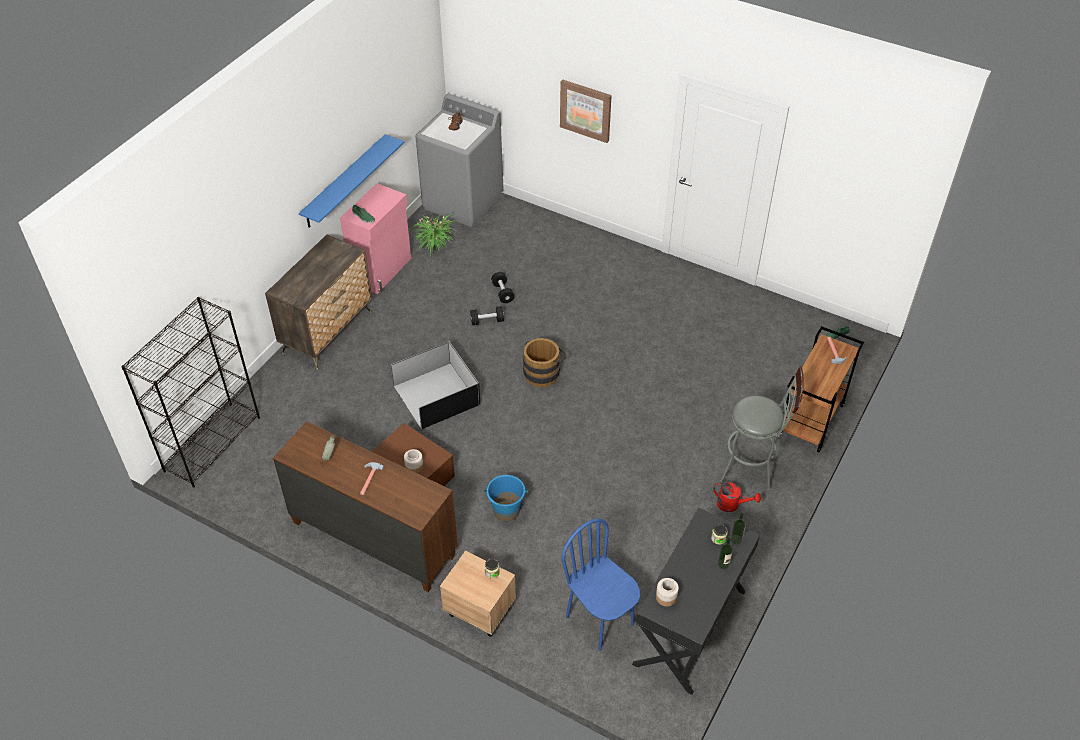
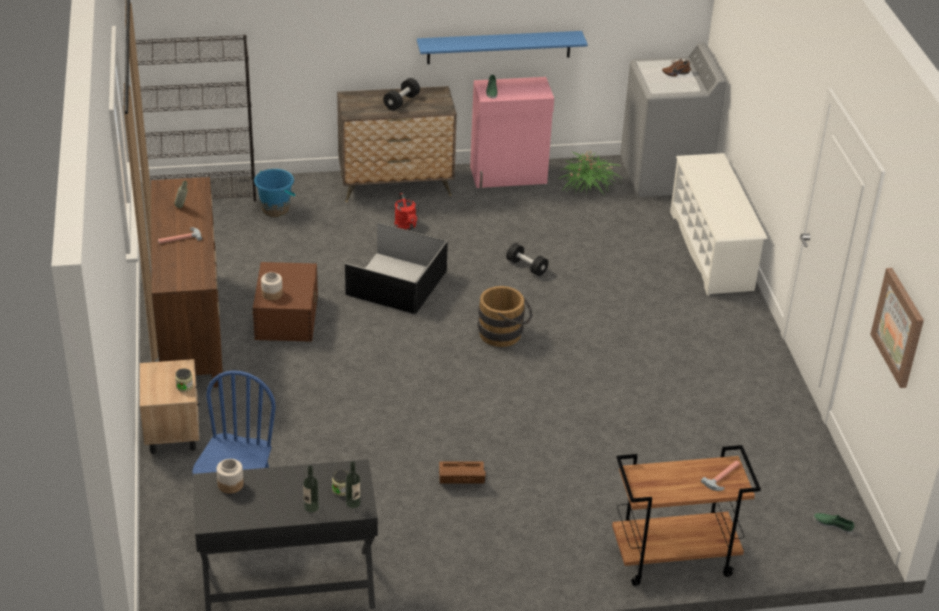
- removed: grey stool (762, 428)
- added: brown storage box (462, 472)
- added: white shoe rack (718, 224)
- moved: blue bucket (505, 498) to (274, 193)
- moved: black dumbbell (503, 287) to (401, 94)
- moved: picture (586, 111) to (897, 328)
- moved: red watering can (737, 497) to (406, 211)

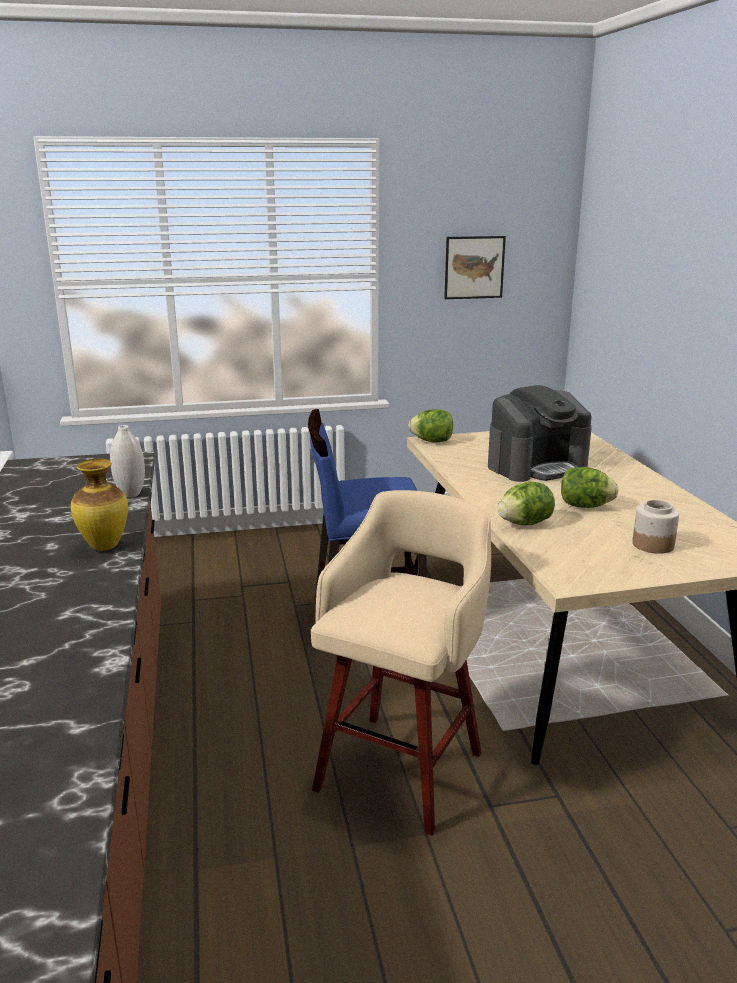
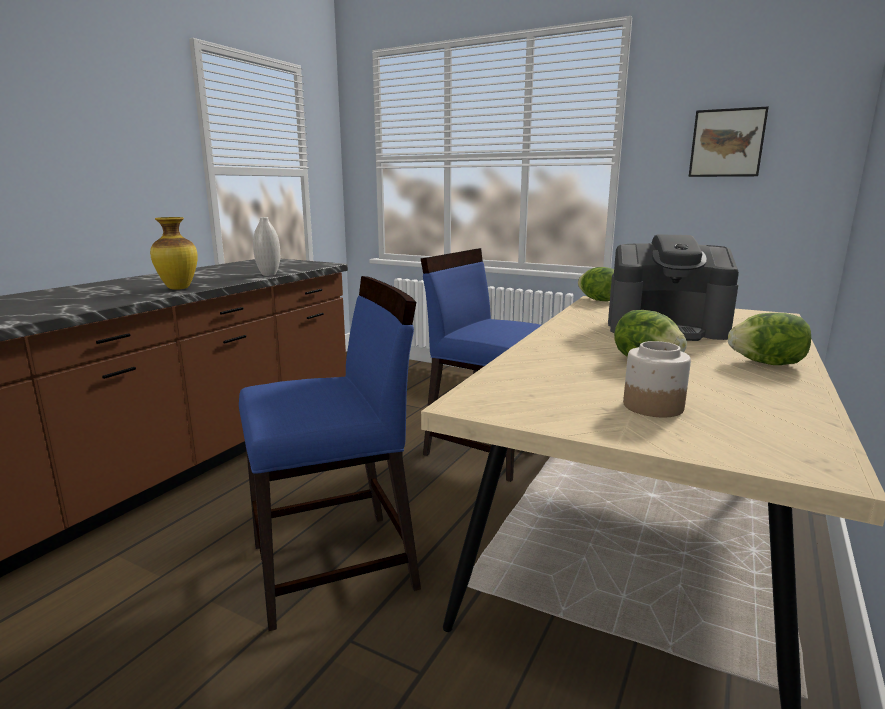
- moved: lettuce (526, 503) to (769, 339)
- replaced: beige stool (401, 663) to blue chair (330, 453)

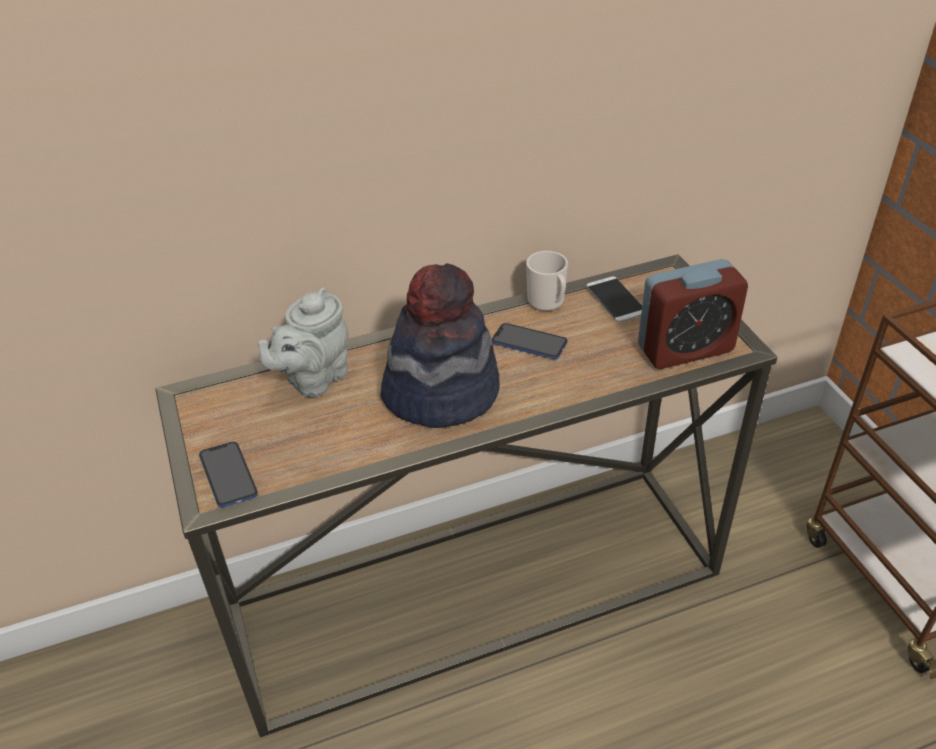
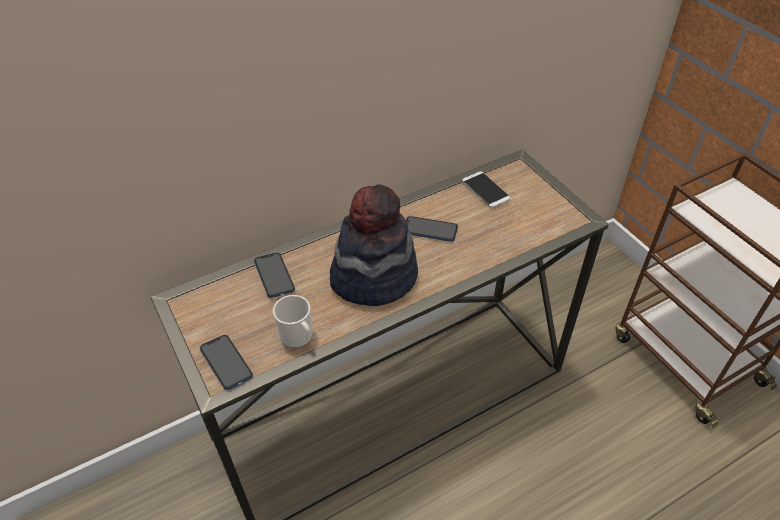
- removed: alarm clock (693, 314)
- moved: mug (547, 281) to (292, 321)
- replaced: grey teapot (302, 342) to phone (274, 275)

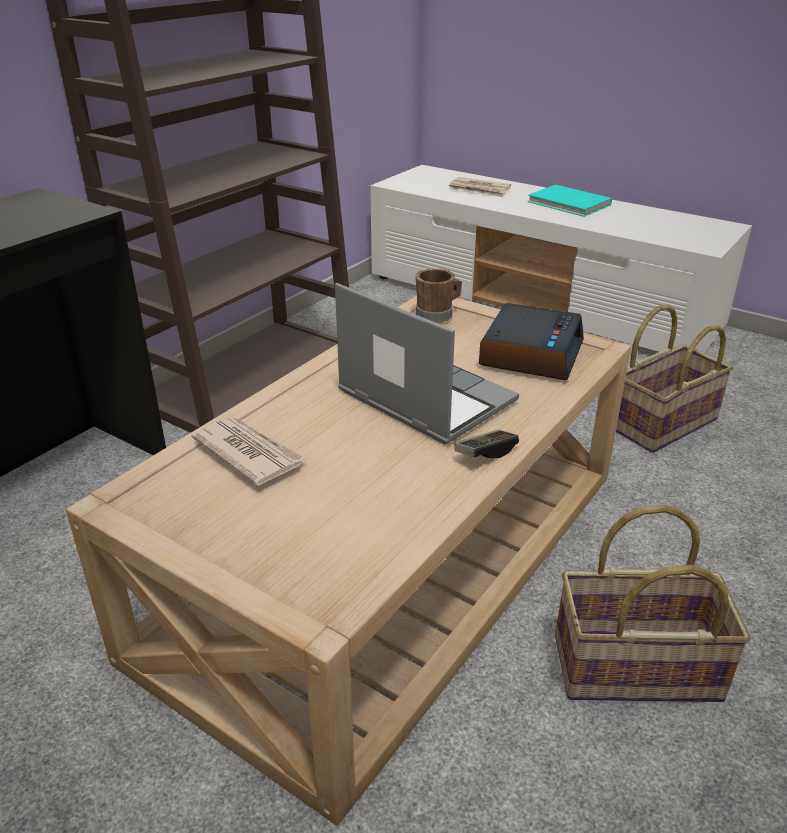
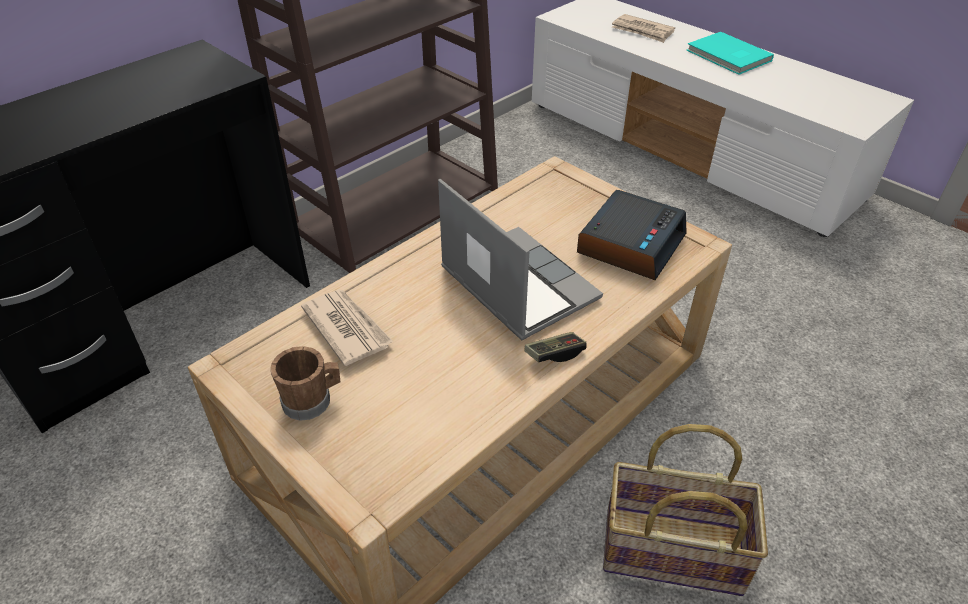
- removed: basket (674, 378)
- moved: brown mug (439, 295) to (305, 383)

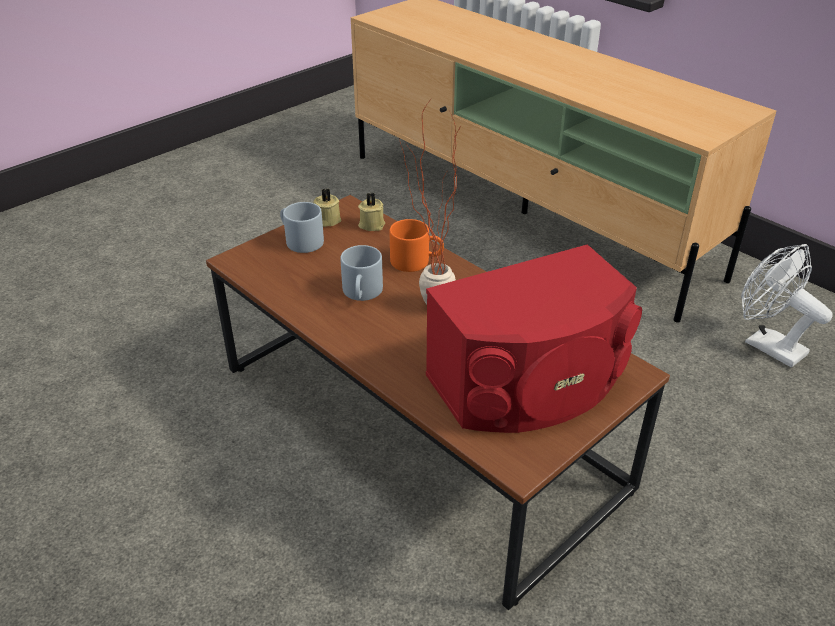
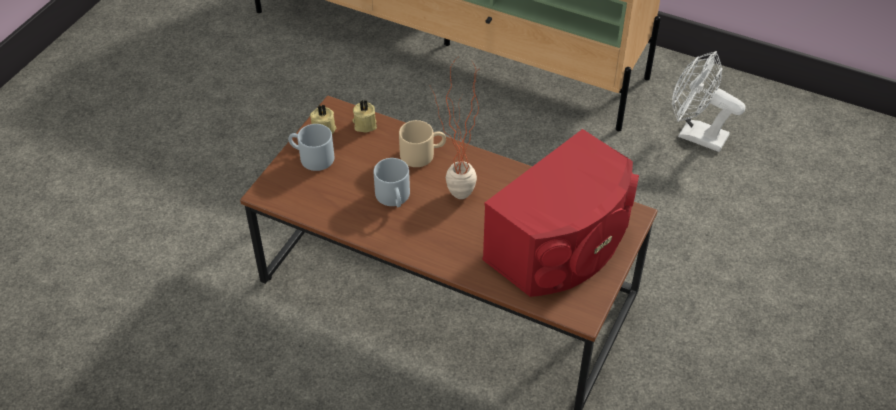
- recoloured: orange mug (417, 245) to beige mug (422, 143)

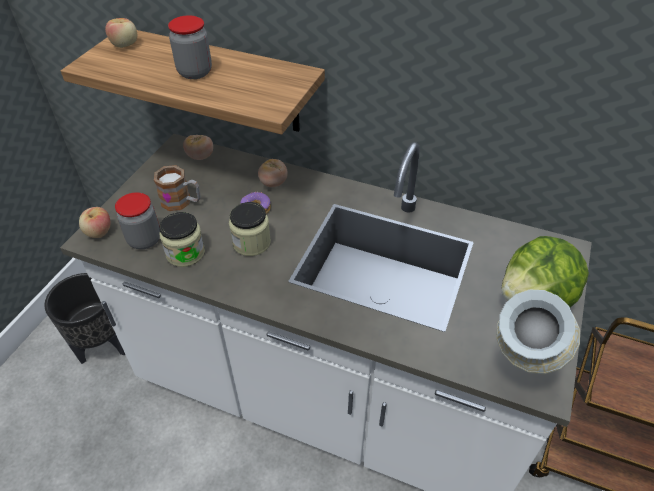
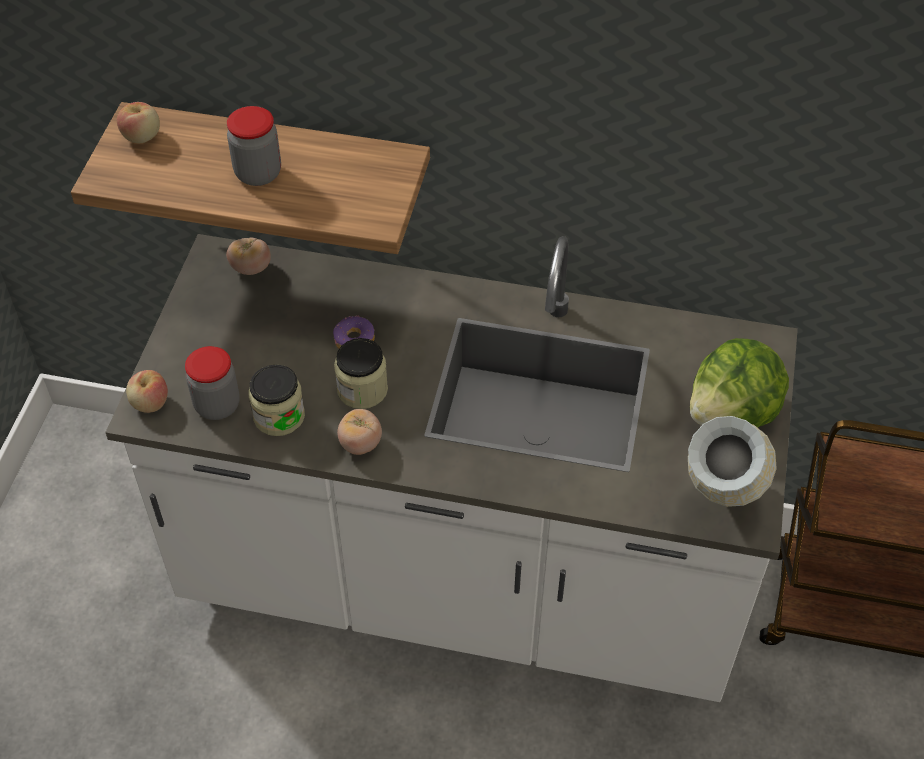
- removed: black planter (85, 318)
- removed: mug (177, 188)
- moved: tomato (273, 173) to (359, 432)

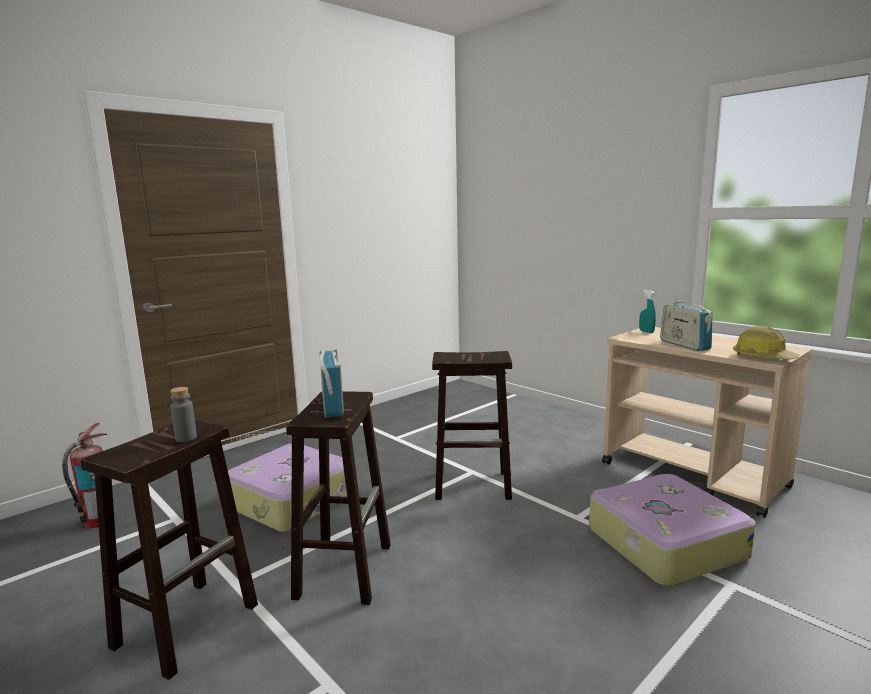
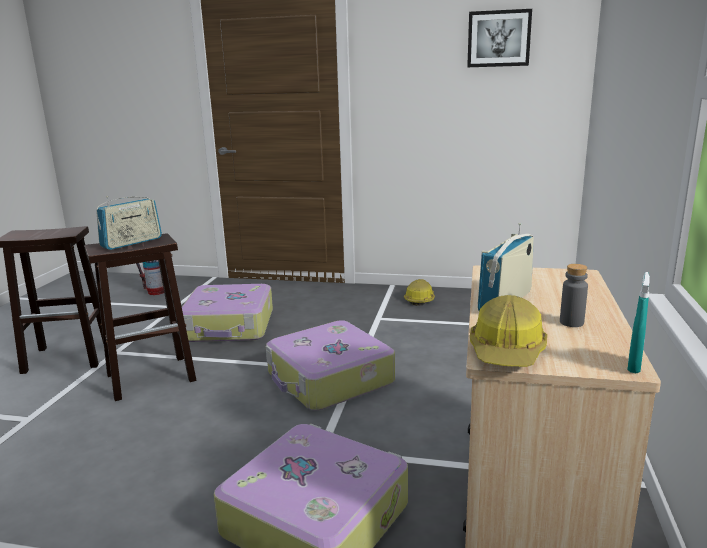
- added: hard hat (419, 292)
- added: picture (499, 38)
- moved: grey bottle (183, 414) to (574, 295)
- moved: turquoise spray bottle (647, 311) to (638, 322)
- replaced: brown stool (472, 425) to suitcase (330, 365)

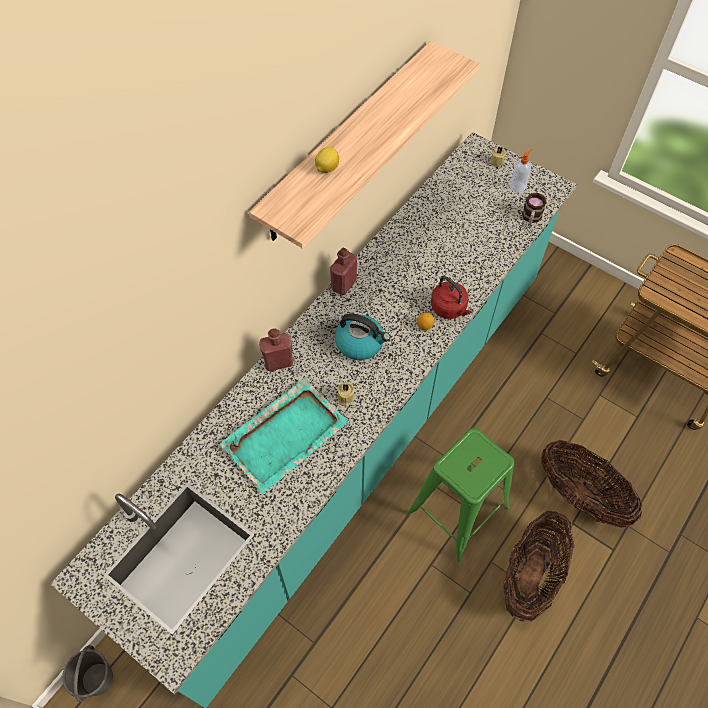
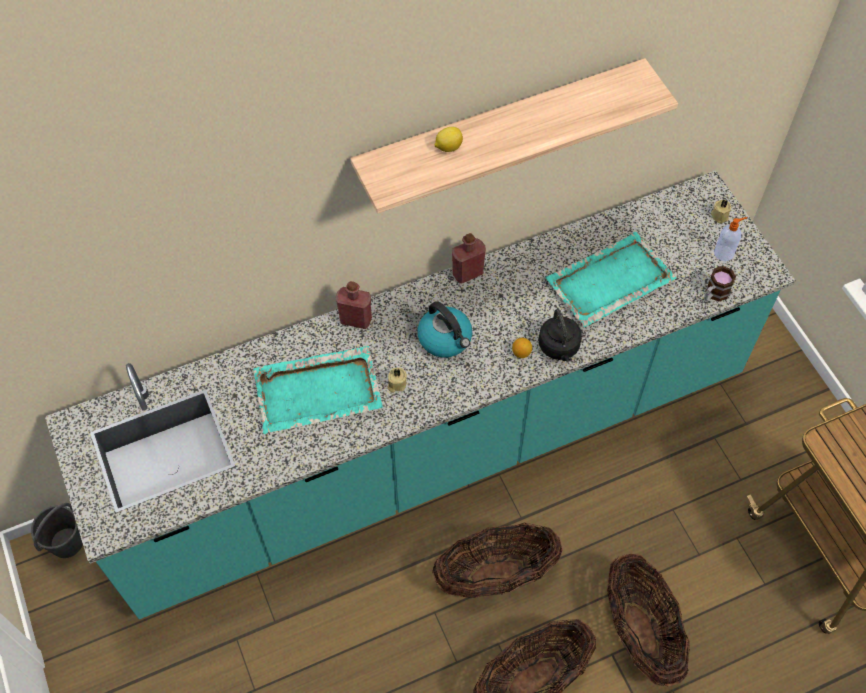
- added: turquoise tray (611, 279)
- replaced: green stool (460, 495) to basket (497, 560)
- recoloured: red kettle (451, 297) to black kettle (560, 335)

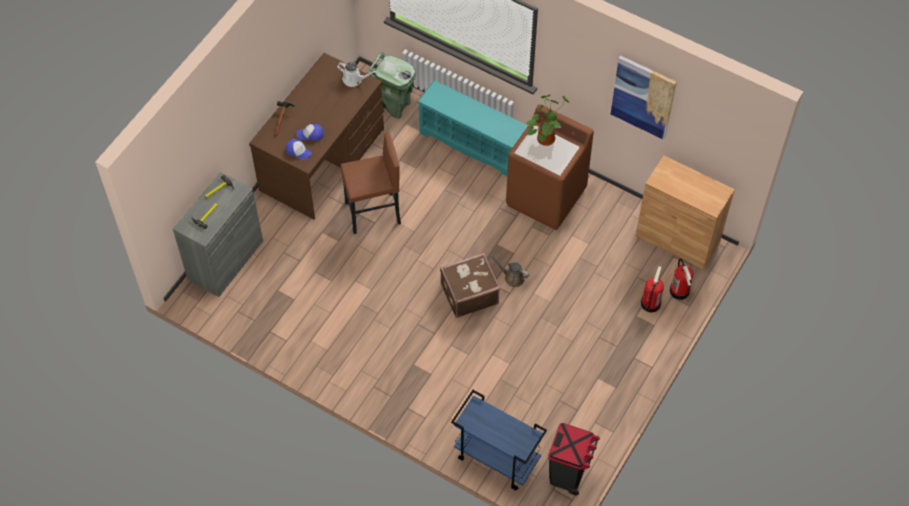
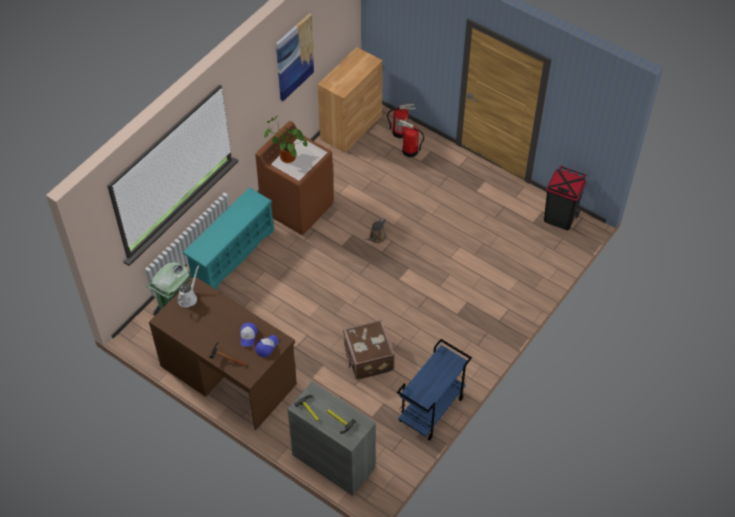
- removed: brown stool (371, 183)
- moved: brown suitcase (470, 285) to (369, 350)
- moved: blue cart (499, 440) to (434, 390)

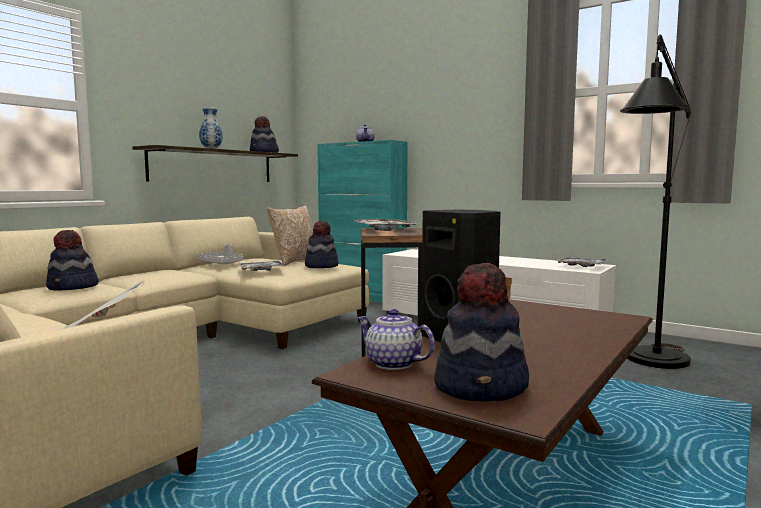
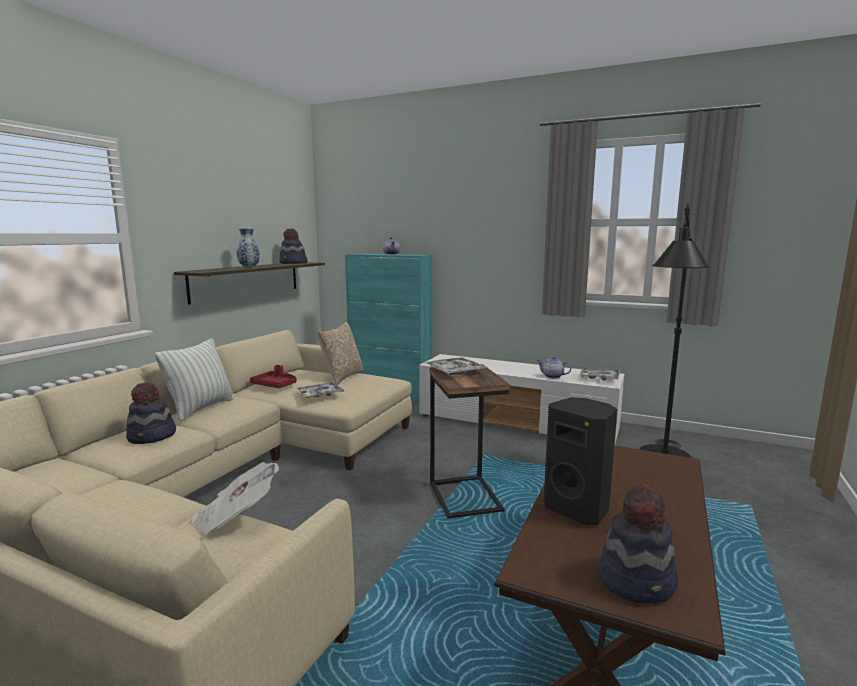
- removed: hat (322, 244)
- added: pillow (194, 380)
- moved: teapot (396, 339) to (554, 367)
- recoloured: grey tray (219, 254) to red tray (273, 376)

